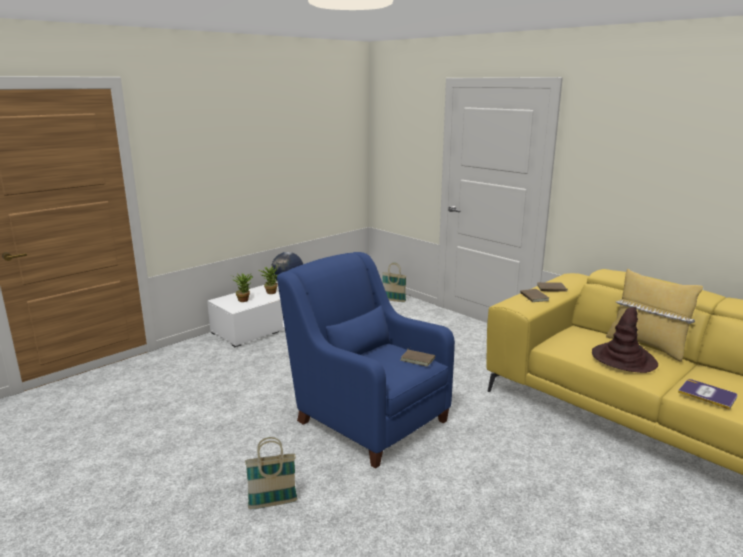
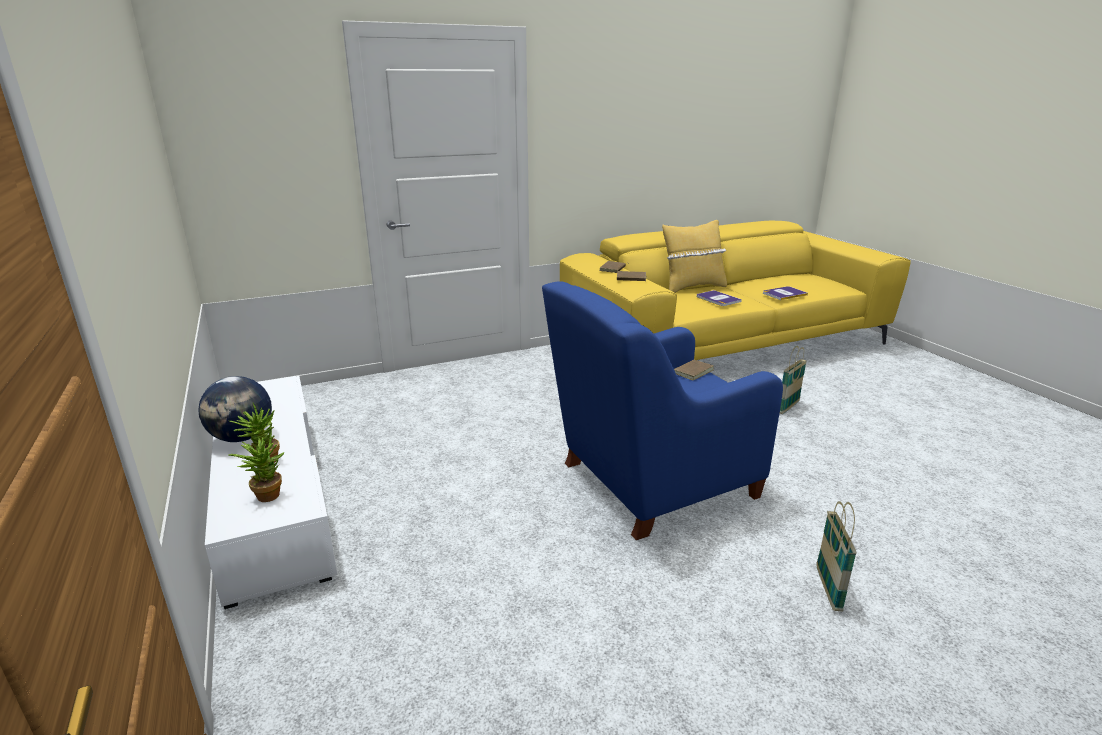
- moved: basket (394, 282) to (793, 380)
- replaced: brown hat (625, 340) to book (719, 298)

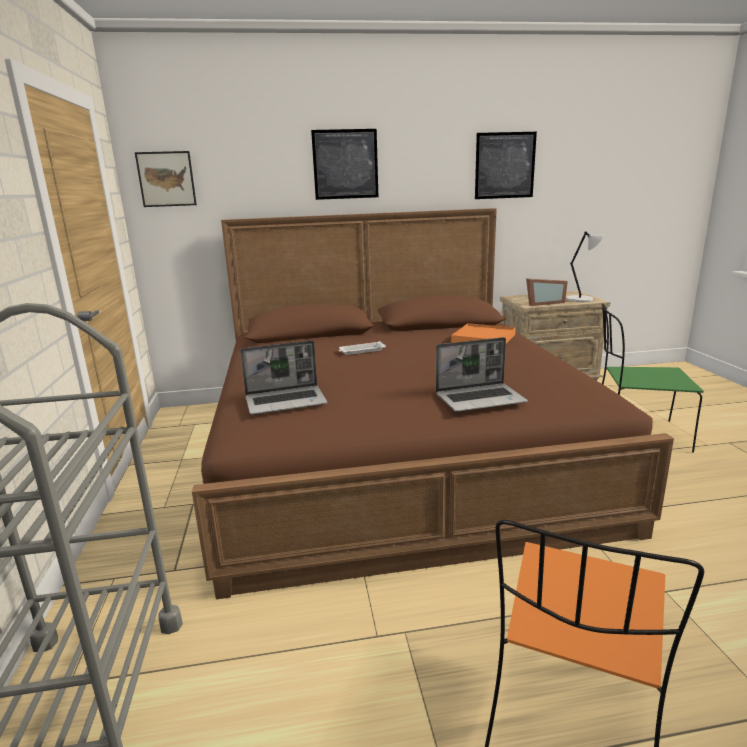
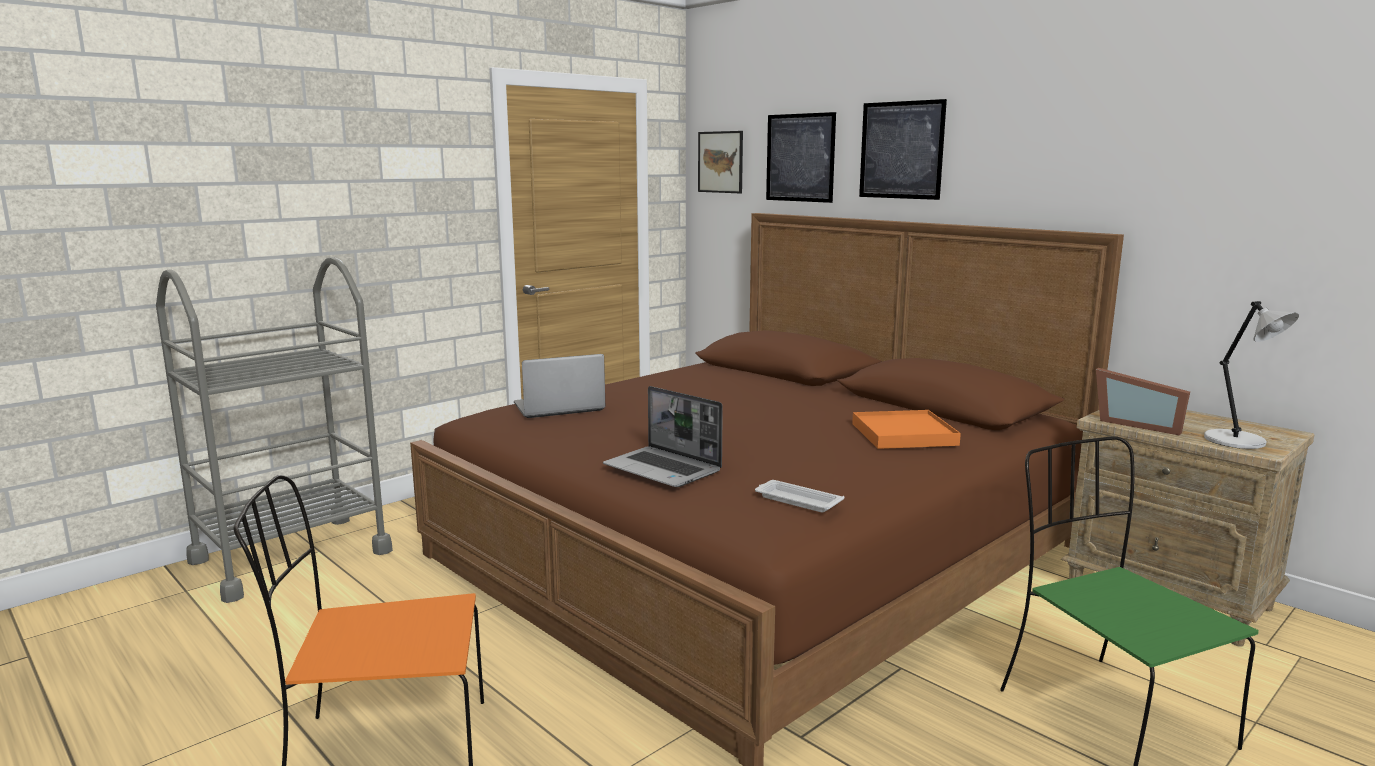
- moved: white tray (362, 348) to (799, 496)
- moved: picture (506, 165) to (801, 157)
- turned: laptop (284, 377) = (559, 386) 120 degrees clockwise

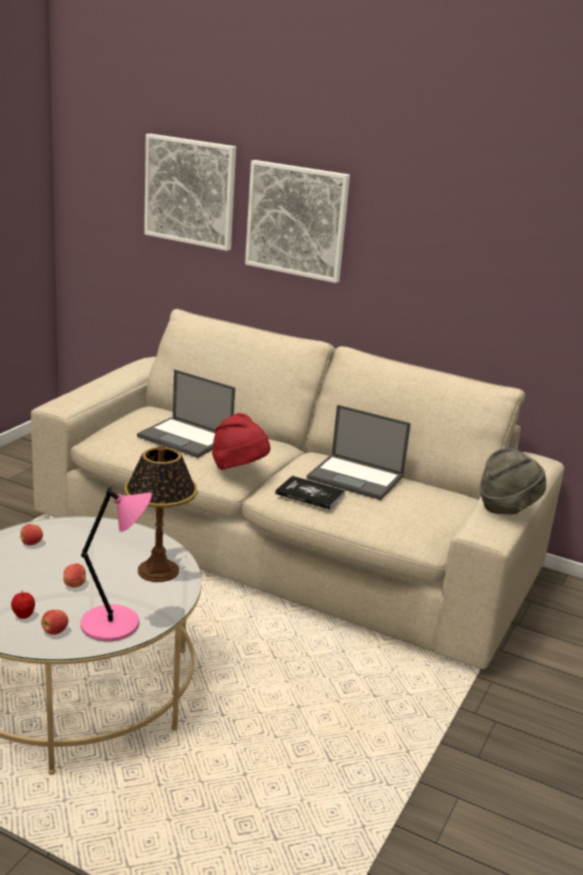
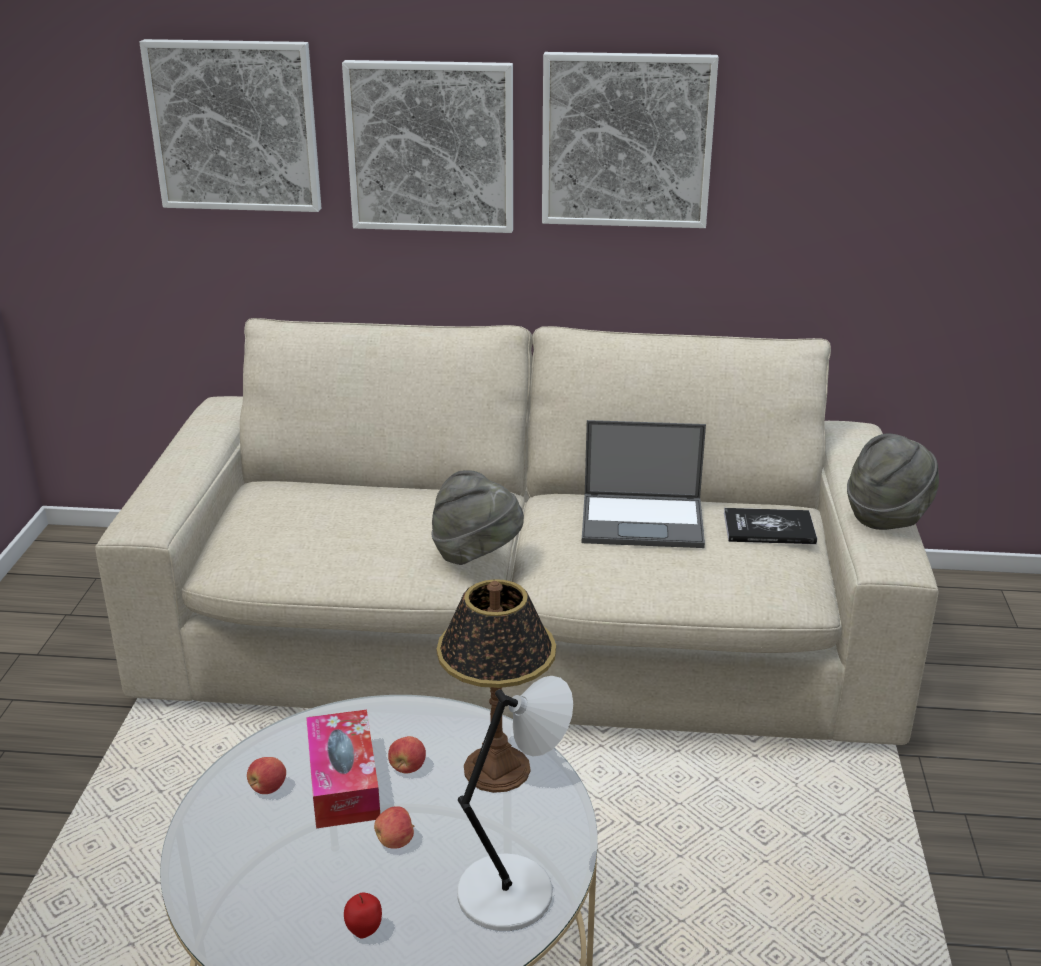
- removed: laptop (186, 413)
- added: tissue box (343, 769)
- added: picture (630, 140)
- moved: apple (54, 622) to (407, 754)
- moved: book (310, 493) to (770, 526)
- recoloured: pink table lamp (116, 564) to grey table lamp (515, 803)
- recoloured: red hat (241, 441) to grey hat (478, 517)

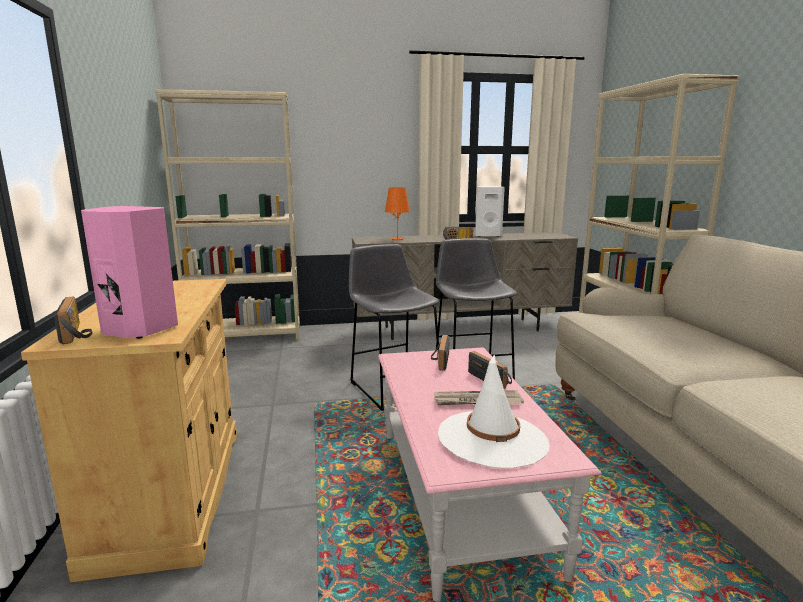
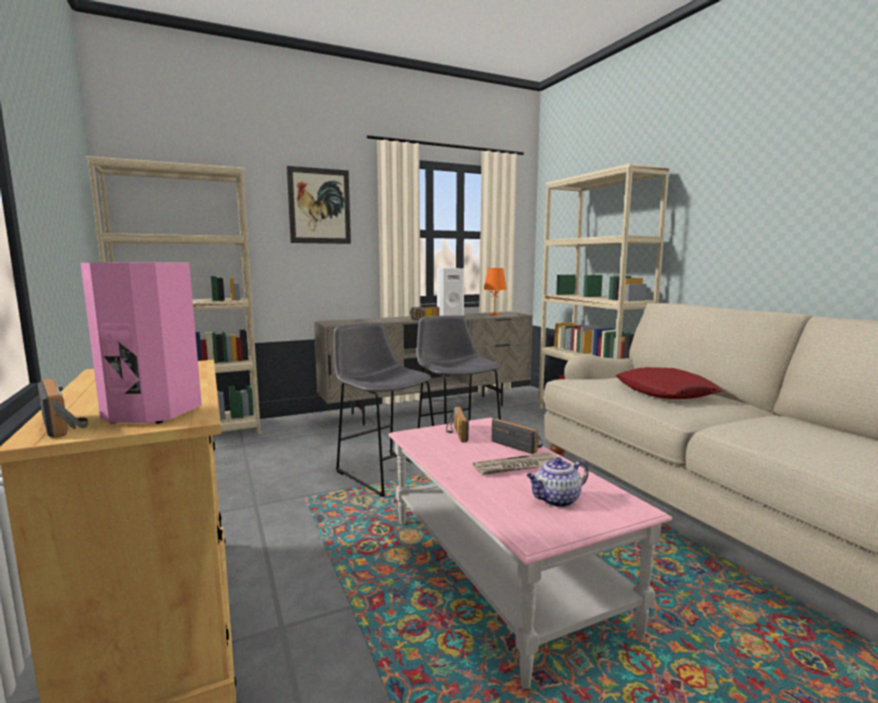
- added: picture (319, 205)
- added: red pillow (669, 383)
- moved: orange table lamp (397, 213) to (495, 291)
- replaced: white hat (494, 411) to teapot (557, 482)

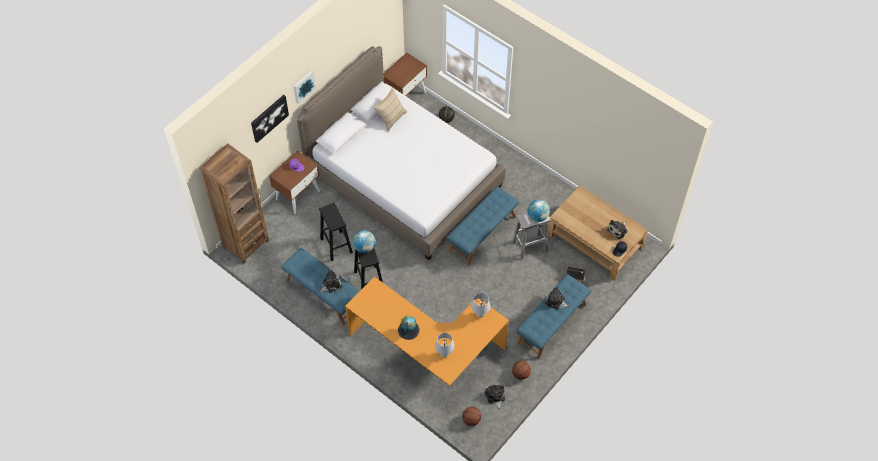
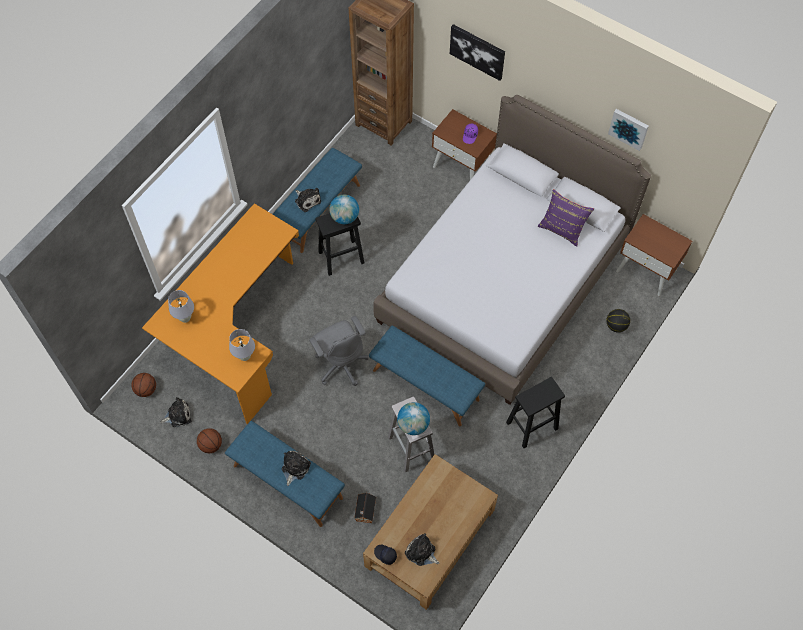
- removed: globe (408, 328)
- added: grey office chair (339, 351)
- moved: picture (305, 87) to (628, 130)
- moved: black stool (336, 232) to (535, 412)
- recoloured: beige pillow (390, 109) to purple pillow (566, 217)

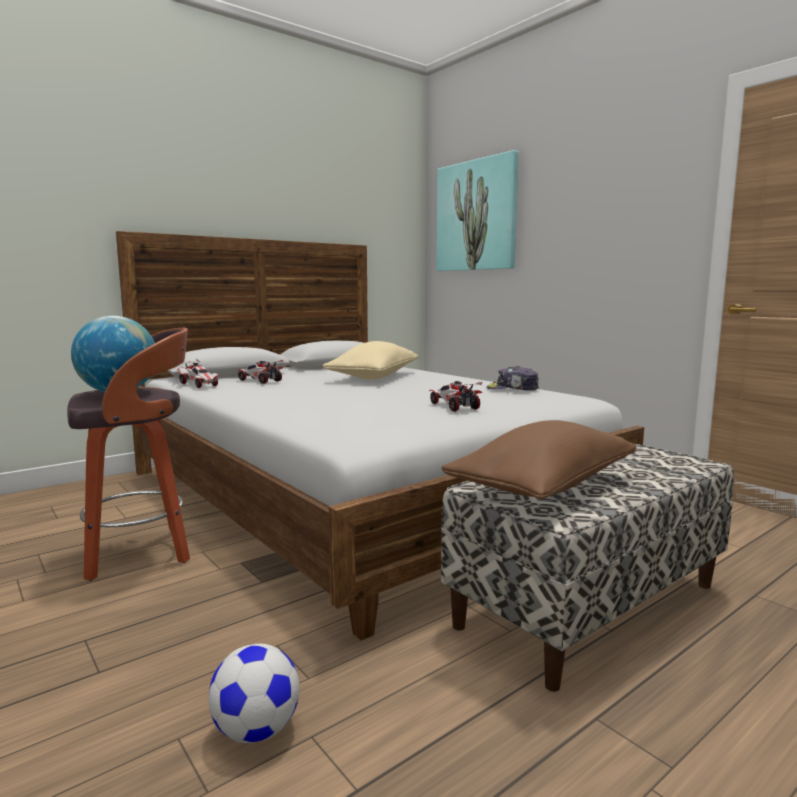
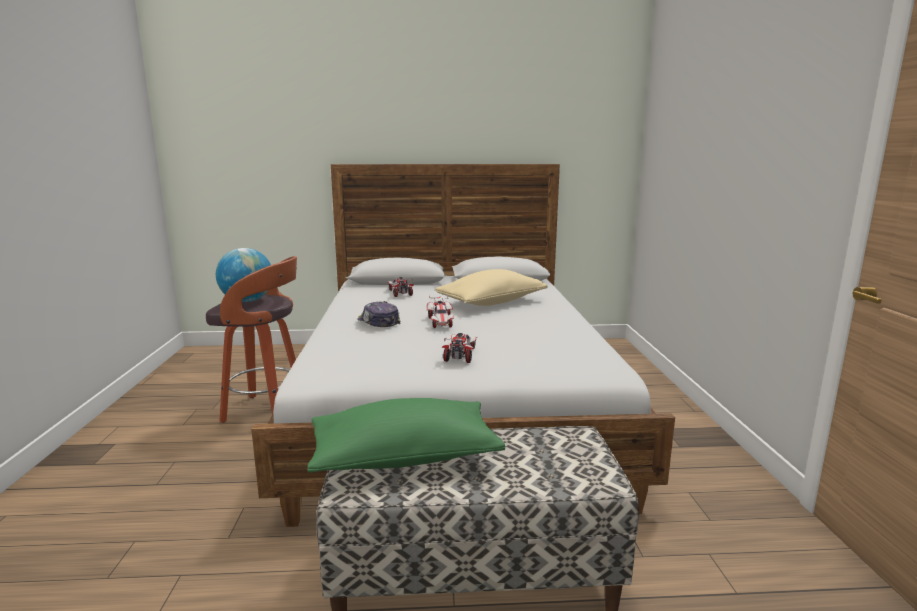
- removed: football (254, 693)
- removed: picture (477, 210)
- moved: toy car (198, 373) to (440, 311)
- moved: cap (512, 378) to (379, 314)
- recoloured: brown pillow (538, 460) to green pillow (406, 435)

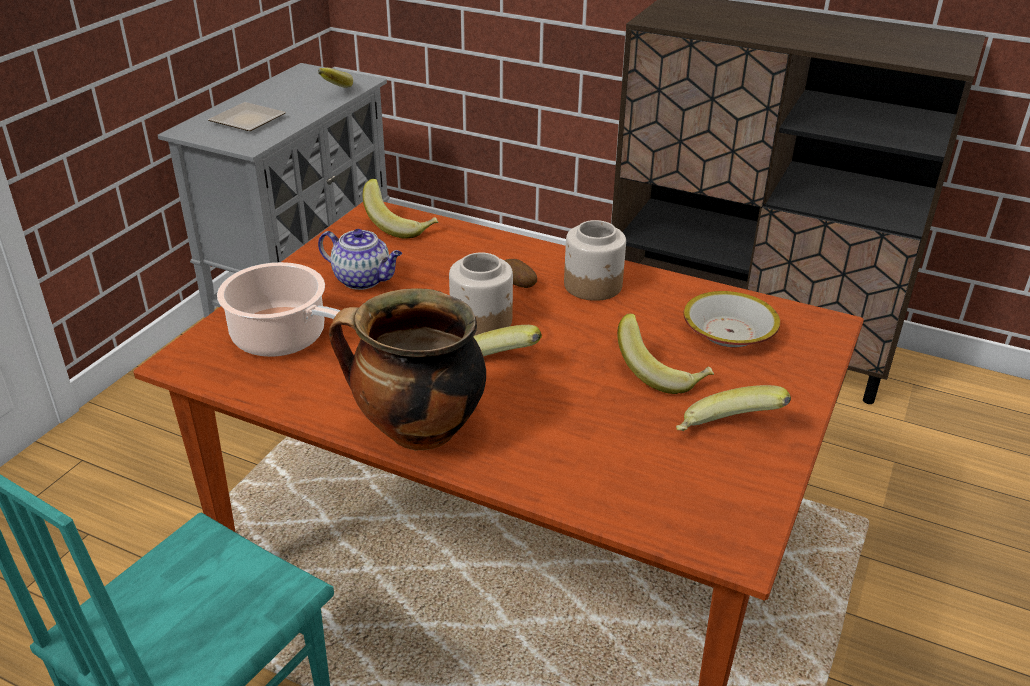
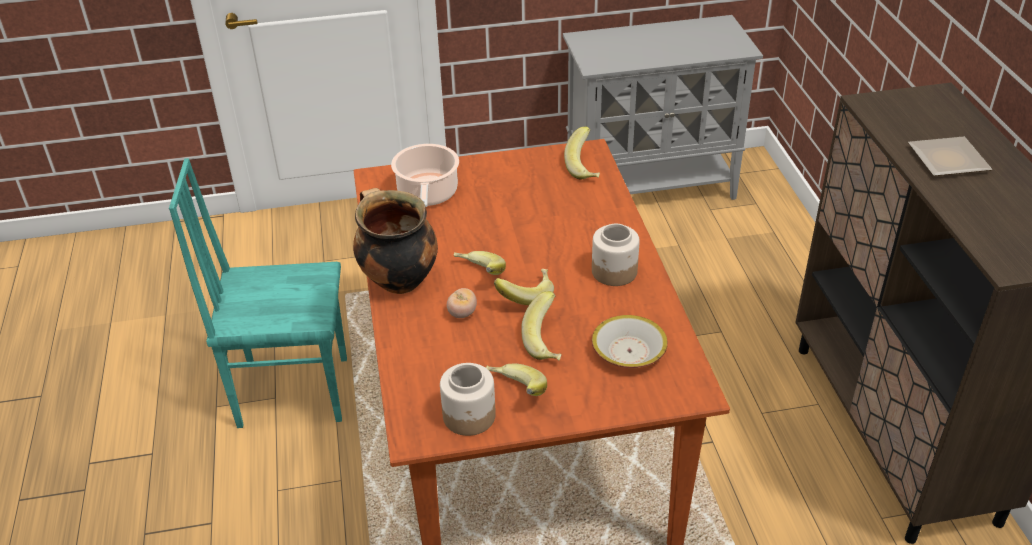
- removed: teapot (360, 259)
- removed: potato (520, 273)
- added: tomato (462, 303)
- moved: plate (247, 116) to (950, 156)
- moved: banana (335, 78) to (524, 287)
- moved: jar (481, 294) to (468, 399)

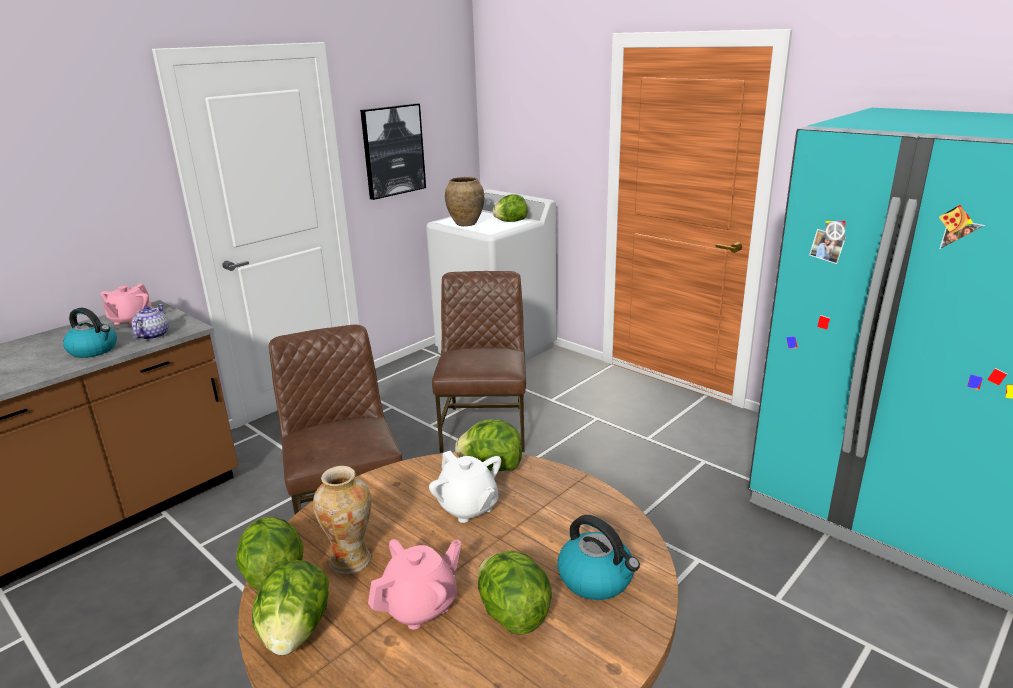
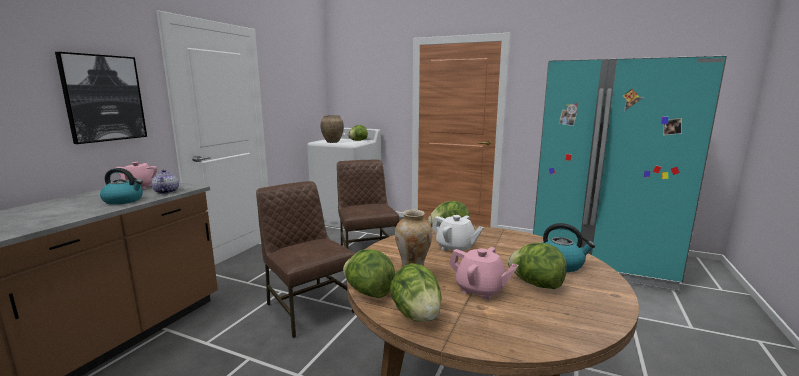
- moved: picture (393, 151) to (101, 98)
- turned: pink teapot (415, 584) = (483, 273) 90 degrees clockwise

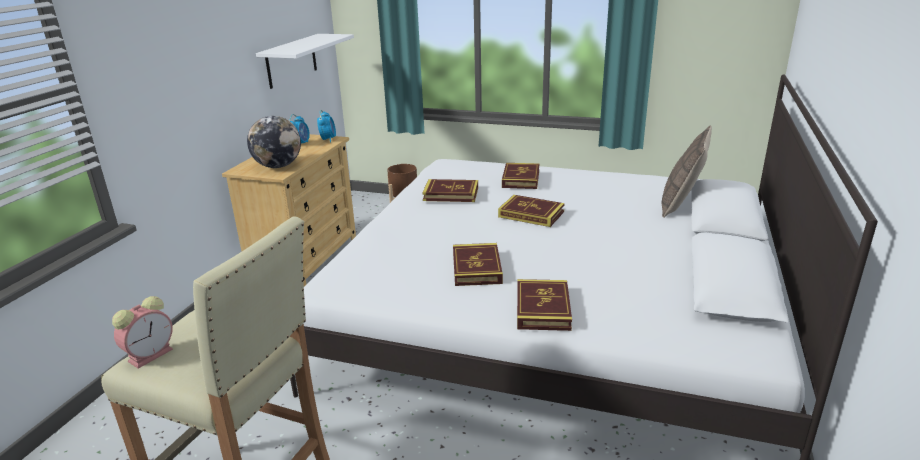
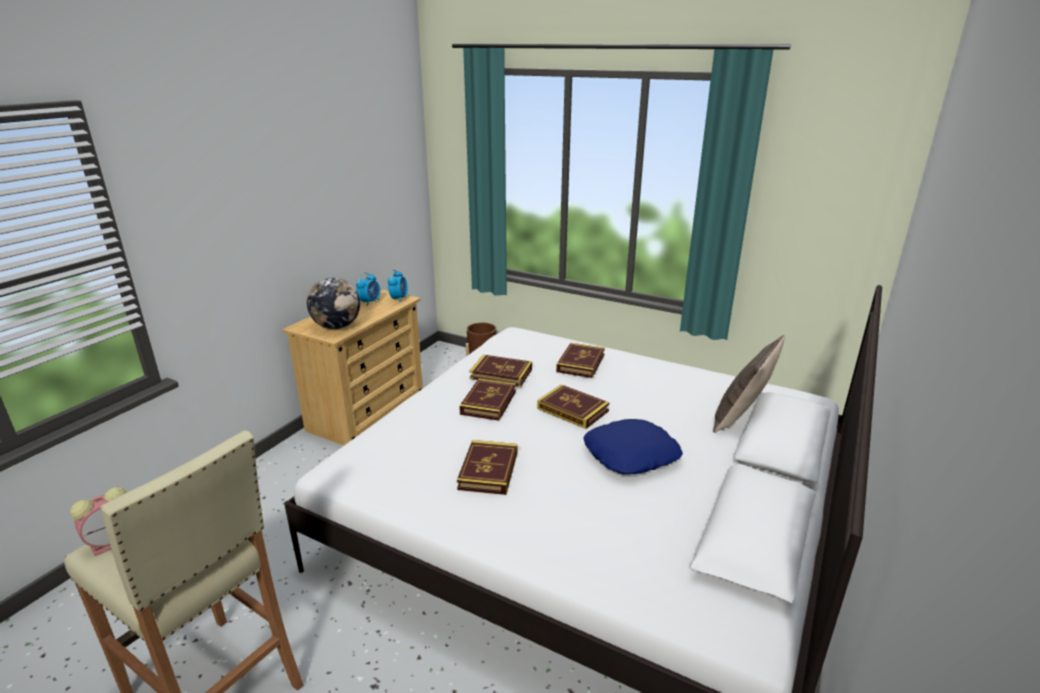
- removed: white shelf (305, 61)
- added: blue pillow (633, 446)
- moved: book (544, 305) to (487, 399)

